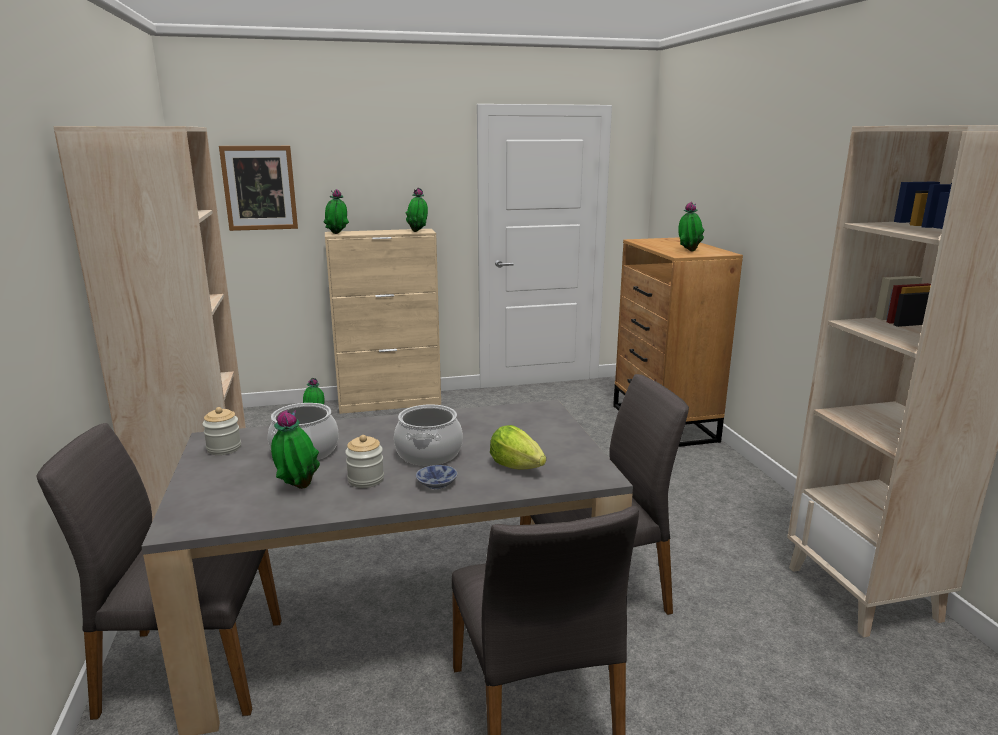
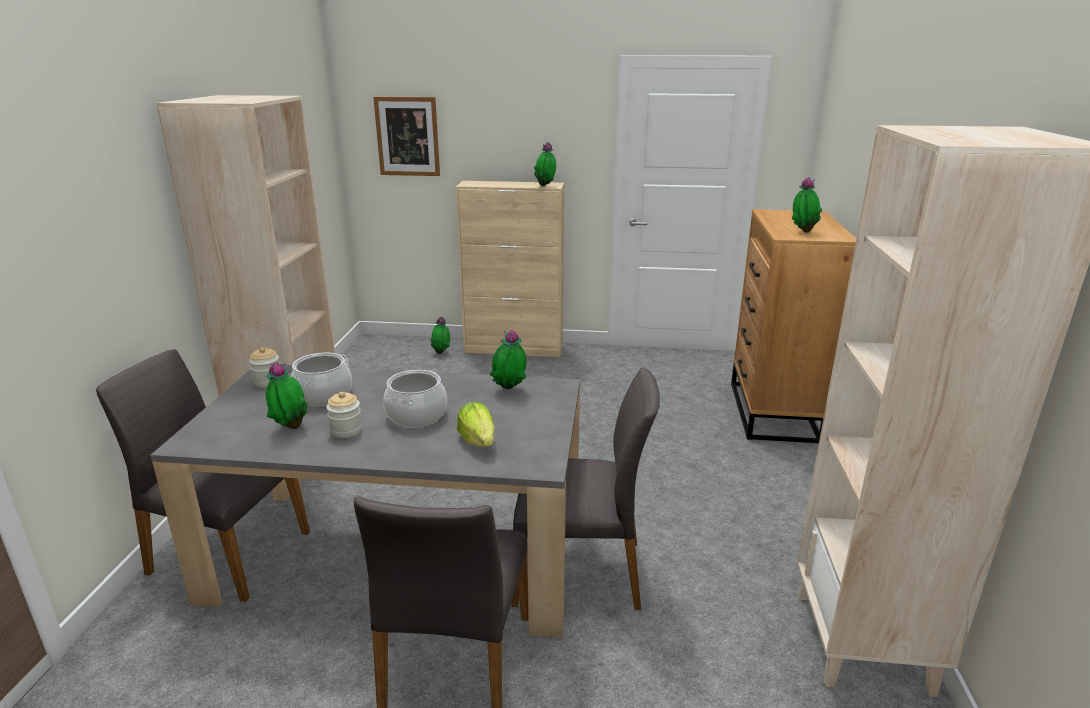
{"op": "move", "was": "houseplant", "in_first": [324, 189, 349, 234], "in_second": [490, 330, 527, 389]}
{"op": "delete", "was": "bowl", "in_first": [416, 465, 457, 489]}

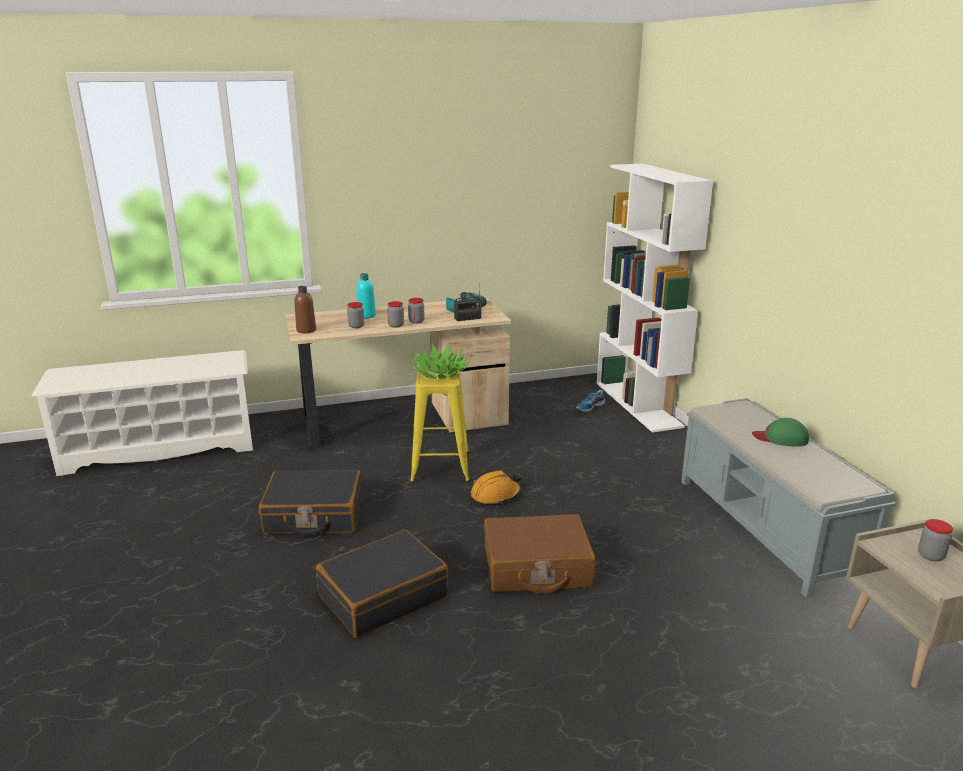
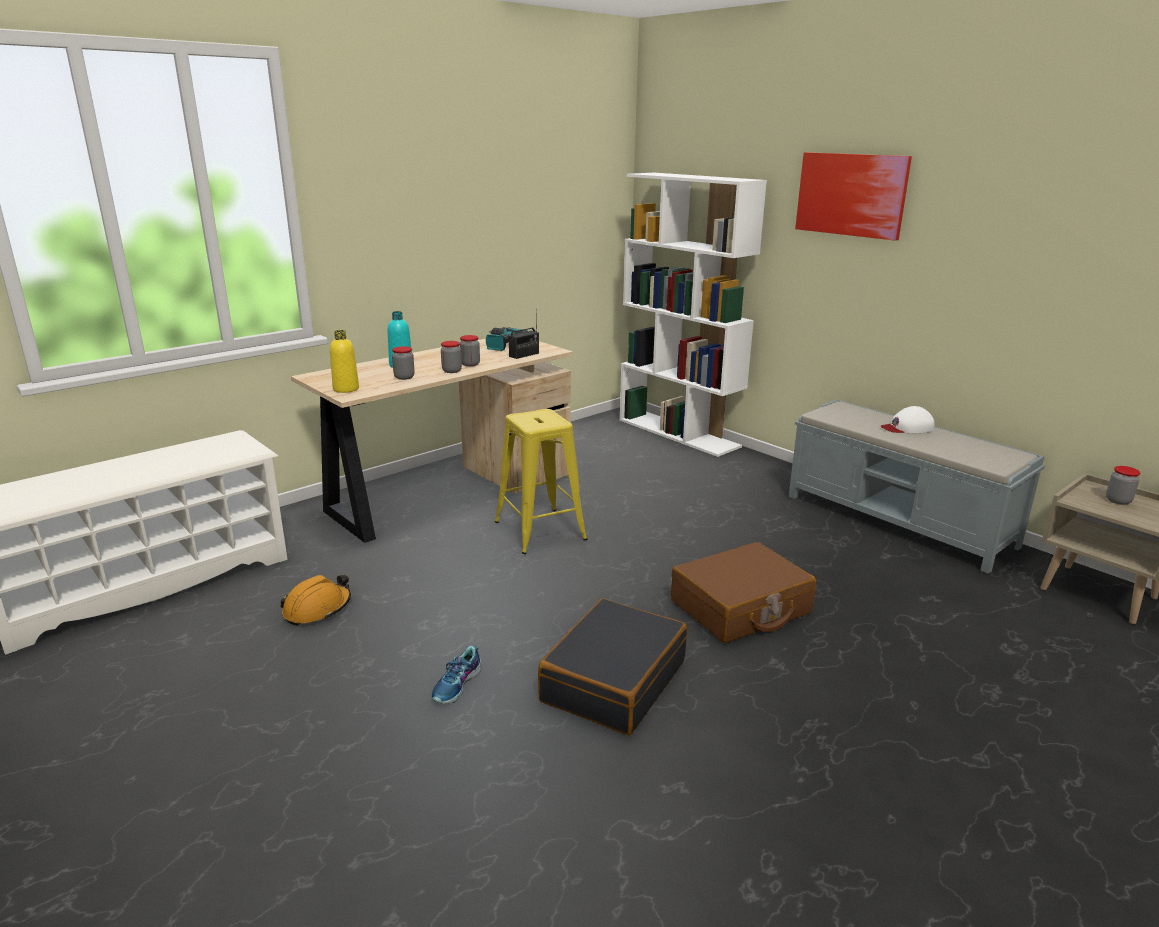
{"op": "move", "was": "orange hard hat", "in_first": [471, 470, 521, 504], "in_second": [281, 575, 351, 626]}
{"op": "recolor", "was": "brown-coloured drink bottle", "now": "yellow drink bottle", "in_first": [295, 286, 316, 333], "in_second": [330, 330, 359, 393]}
{"op": "move", "was": "item of footwear", "in_first": [576, 390, 605, 412], "in_second": [431, 646, 482, 704]}
{"op": "insert", "now": "picture", "in_second": [795, 152, 912, 241]}
{"op": "recolor", "was": "green-coloured cap", "now": "whitish cap", "in_first": [752, 418, 809, 446], "in_second": [881, 406, 935, 434]}
{"op": "delete", "was": "black-coloured piece of luggage", "in_first": [259, 470, 362, 536]}
{"op": "delete", "was": "houseplant", "in_first": [410, 344, 470, 379]}

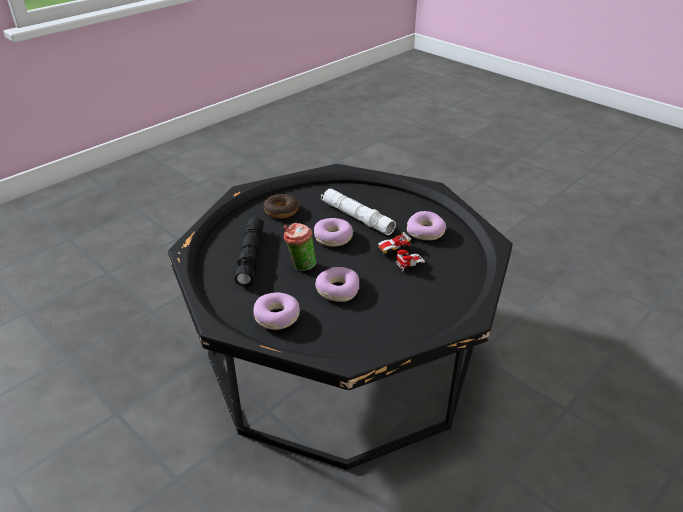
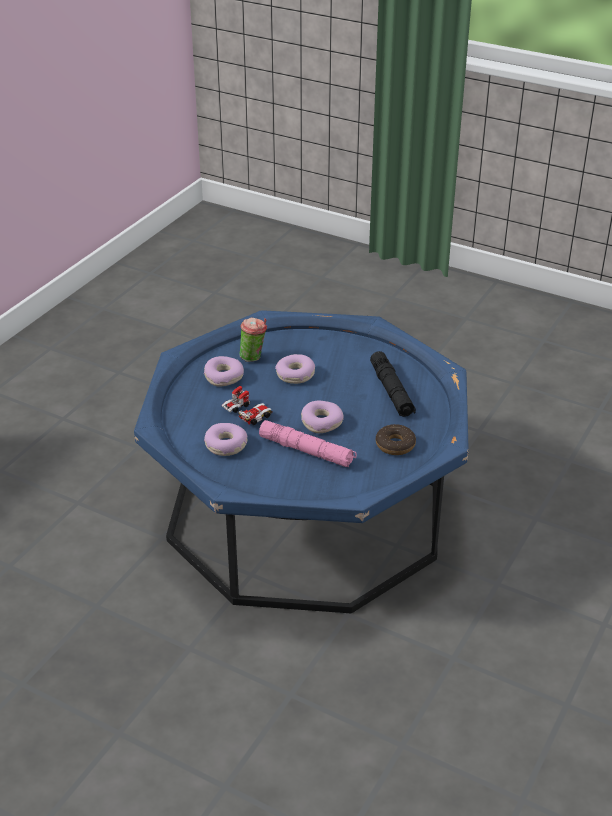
{"op": "recolor", "was": "black-coloured lounge table", "now": "bluish lounge table", "in_first": [168, 164, 512, 470], "in_second": [134, 310, 468, 613]}
{"op": "move", "was": "donut", "in_first": [253, 293, 300, 330], "in_second": [204, 356, 244, 387]}
{"op": "move", "was": "small cup", "in_first": [284, 223, 316, 271], "in_second": [239, 317, 267, 362]}
{"op": "recolor", "was": "whitish hand torch", "now": "pinkish hand torch", "in_first": [321, 189, 396, 235], "in_second": [259, 420, 357, 467]}

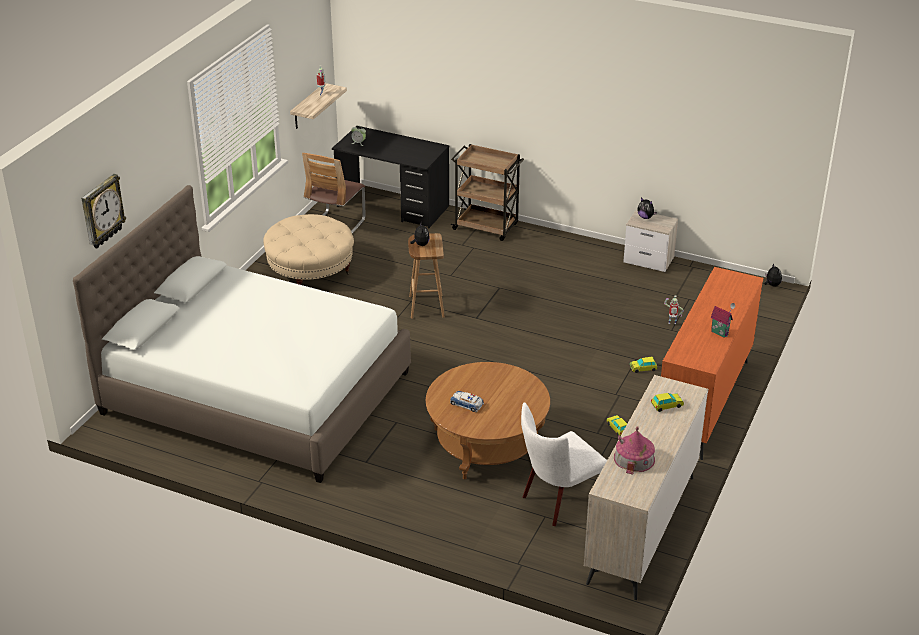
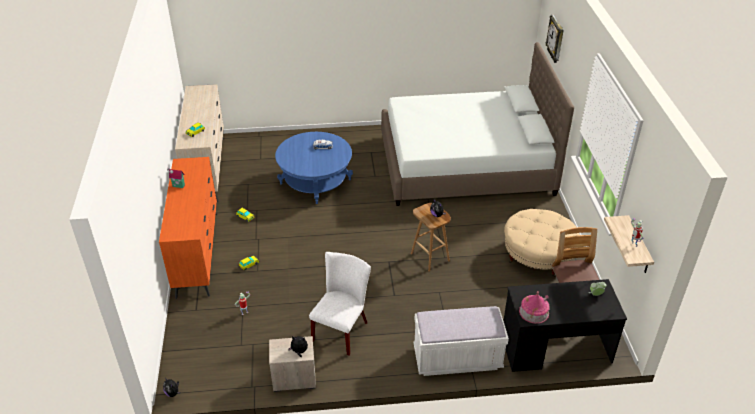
{"op": "recolor", "was": "brown-coloured lounge table", "now": "bluish lounge table", "in_first": [426, 362, 550, 479], "in_second": [275, 132, 353, 204]}
{"op": "move", "was": "whitish chair", "in_first": [521, 402, 607, 526], "in_second": [309, 252, 371, 355]}
{"op": "replace", "was": "brown-coloured wheeled cart", "now": "whitish indoor bench", "in_first": [451, 144, 524, 241], "in_second": [413, 306, 509, 376]}
{"op": "move", "was": "toy house", "in_first": [614, 426, 655, 475], "in_second": [519, 291, 549, 324]}

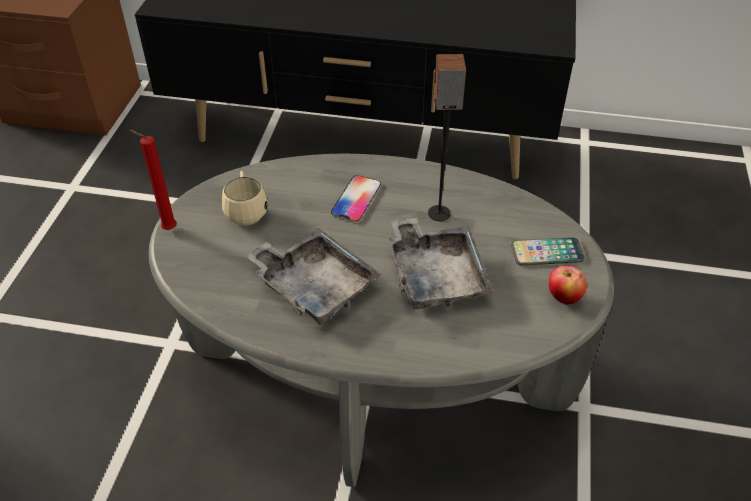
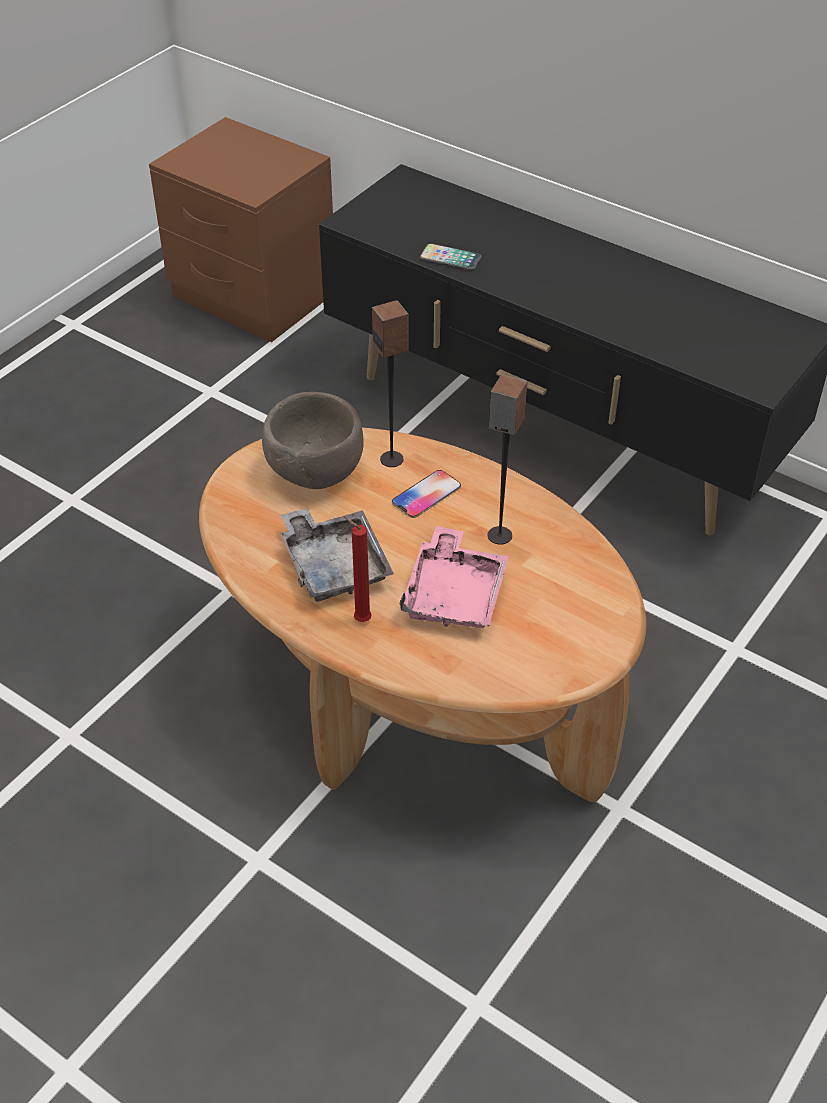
{"op": "recolor", "was": "gray lounge table", "now": "brown-coloured lounge table", "in_first": [149, 154, 614, 487], "in_second": [199, 427, 646, 802]}
{"op": "replace", "was": "sand-coloured coffee mug", "now": "brown-coloured bowl", "in_first": [222, 171, 268, 226], "in_second": [262, 392, 364, 489]}
{"op": "move", "was": "reddish wax candle", "in_first": [129, 130, 177, 230], "in_second": [344, 516, 372, 622]}
{"op": "insert", "now": "audio speaker", "in_second": [372, 300, 409, 467]}
{"op": "recolor", "was": "gray carrying tray", "now": "pinkish carrying tray", "in_first": [388, 217, 494, 309], "in_second": [399, 526, 509, 628]}
{"op": "move", "was": "phone", "in_first": [511, 237, 585, 266], "in_second": [420, 244, 481, 270]}
{"op": "delete", "was": "apple", "in_first": [549, 266, 587, 305]}

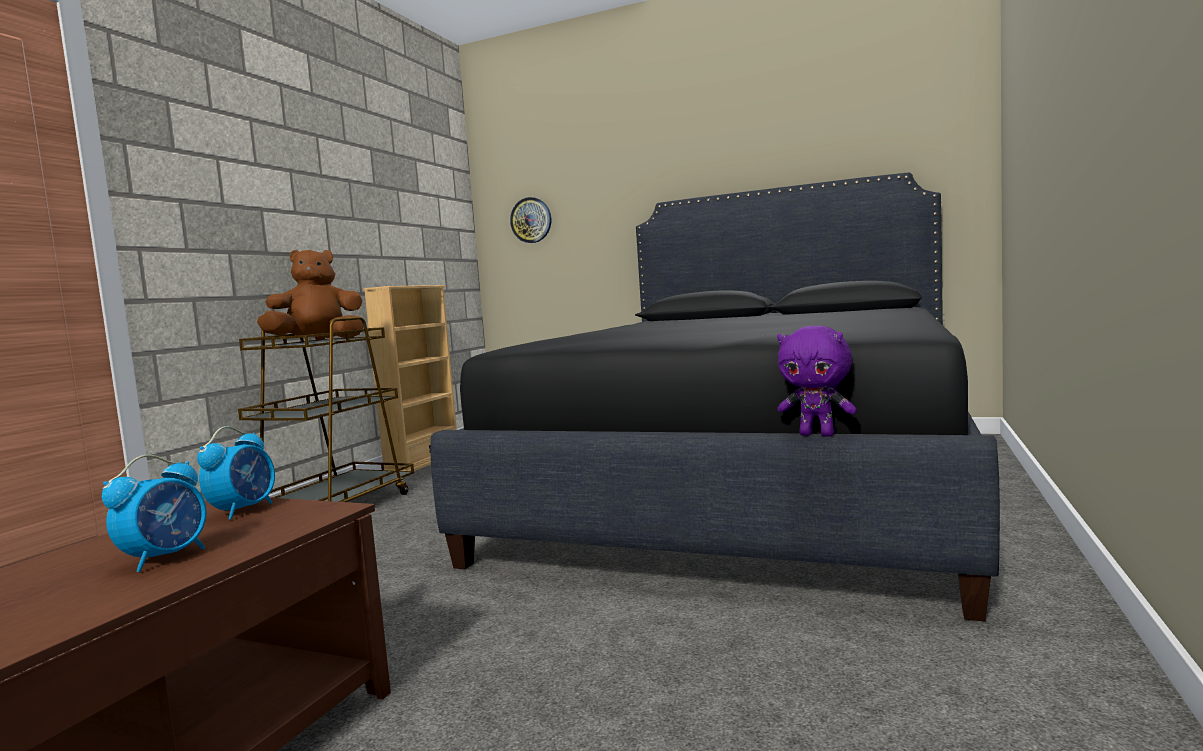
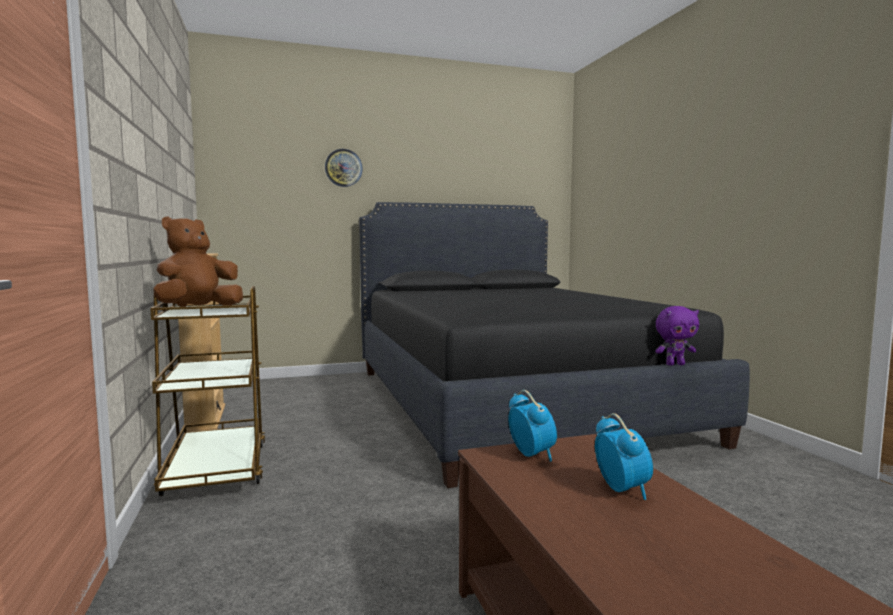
{"op": "move", "was": "wall clock", "in_first": [510, 197, 551, 243], "in_second": [325, 149, 363, 187]}

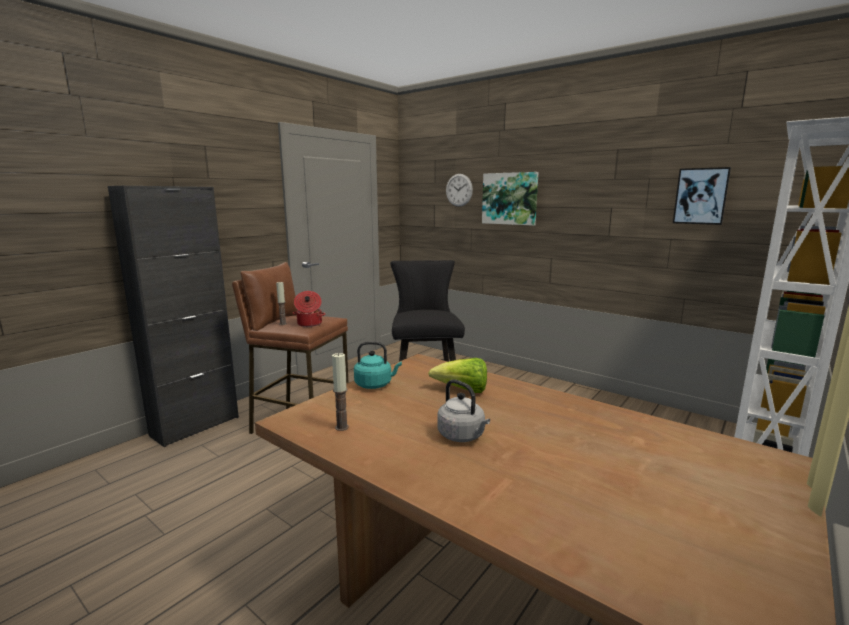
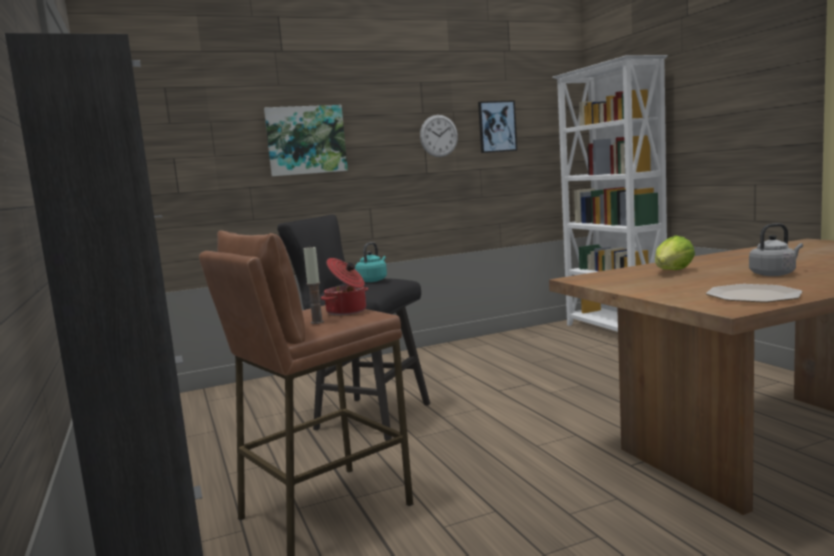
{"op": "move", "was": "blue-green kettle", "in_first": [354, 341, 402, 389], "in_second": [355, 242, 387, 282]}
{"op": "move", "was": "wall clock", "in_first": [446, 174, 473, 207], "in_second": [420, 115, 458, 157]}
{"op": "replace", "was": "wax candle", "now": "plate", "in_first": [332, 352, 349, 431], "in_second": [706, 284, 803, 302]}

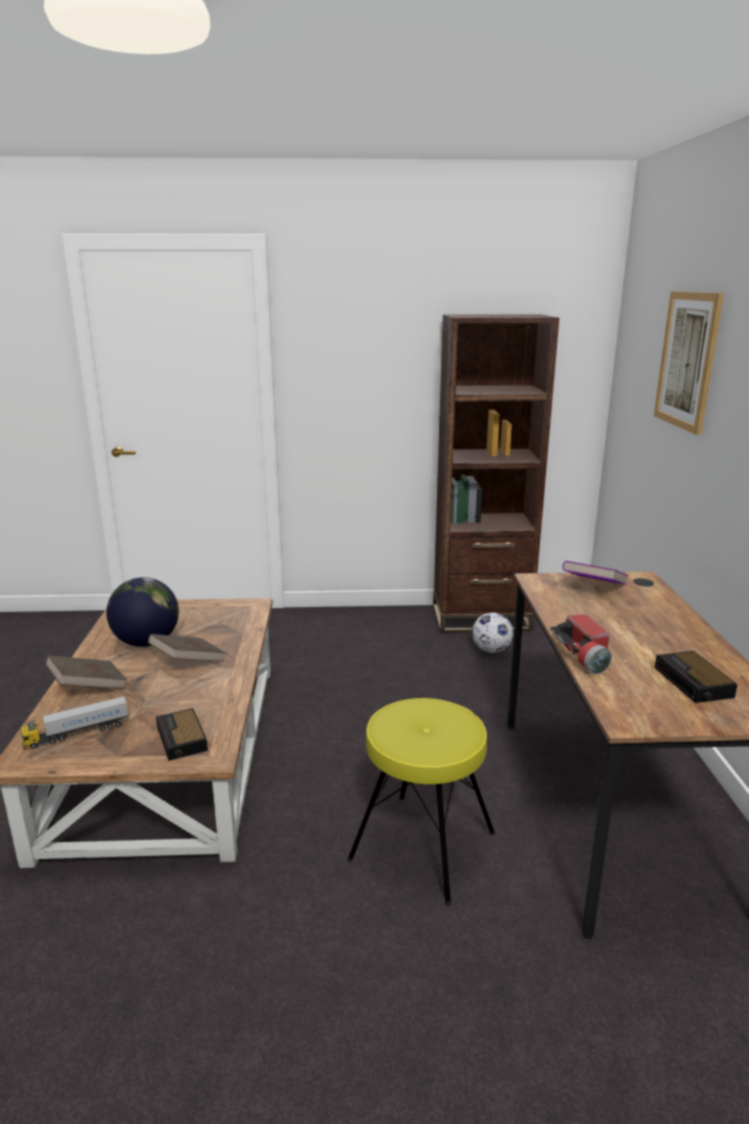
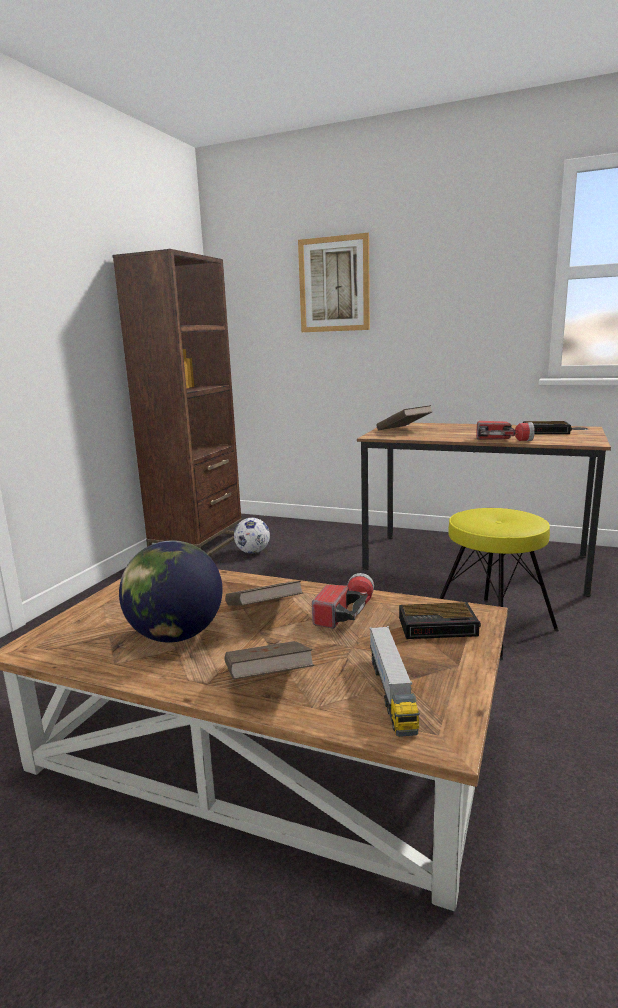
{"op": "insert", "now": "hand torch", "in_second": [312, 573, 374, 629]}
{"op": "recolor", "was": "purple book", "now": "brown-coloured book", "in_first": [562, 561, 629, 585], "in_second": [377, 405, 432, 430]}

